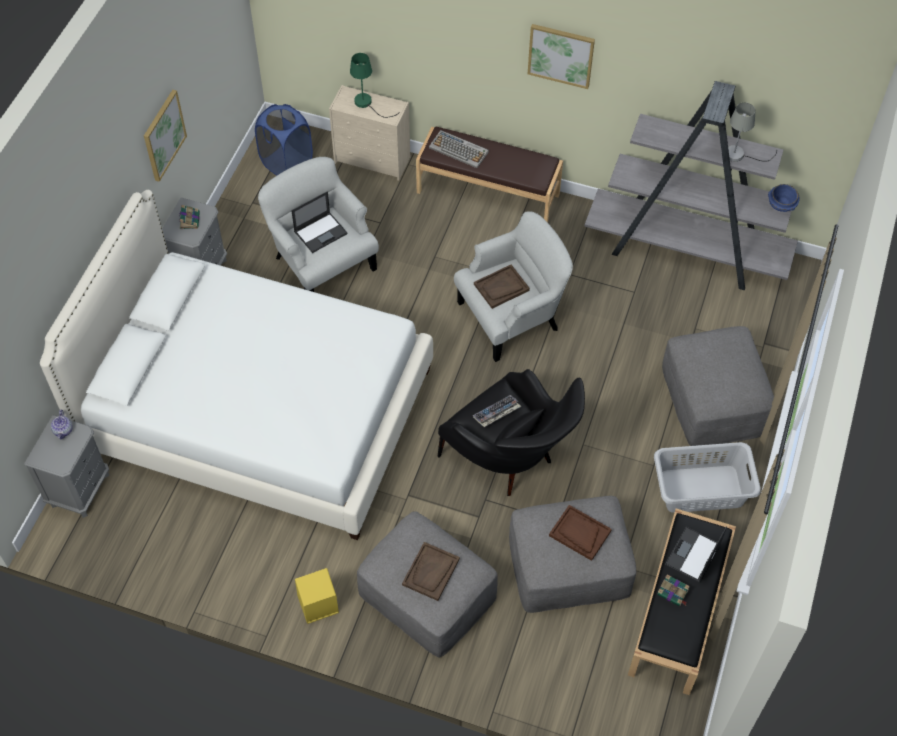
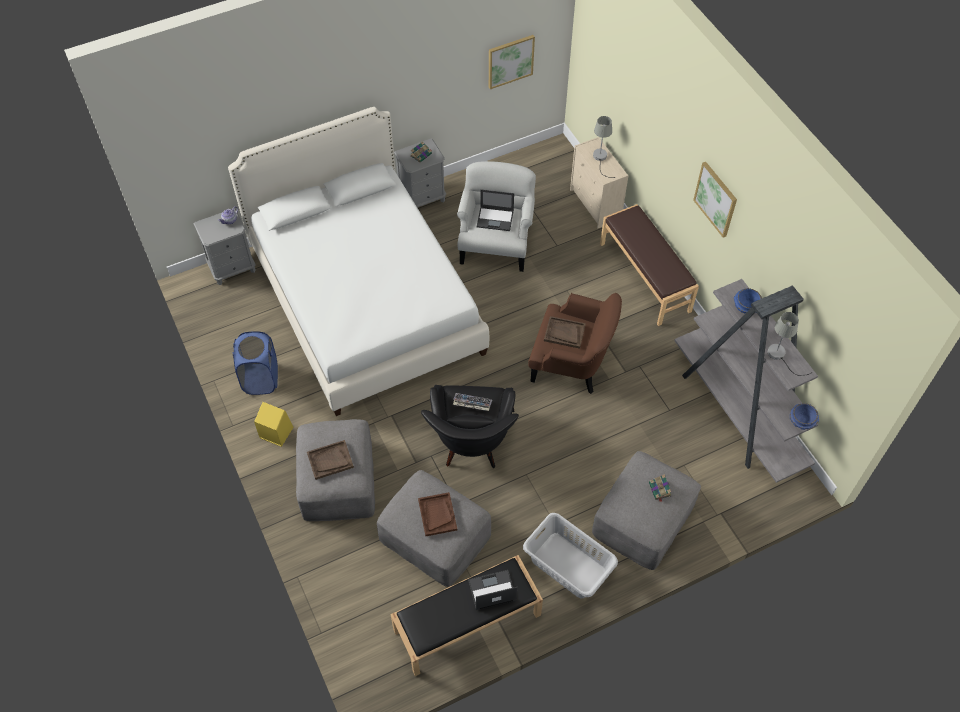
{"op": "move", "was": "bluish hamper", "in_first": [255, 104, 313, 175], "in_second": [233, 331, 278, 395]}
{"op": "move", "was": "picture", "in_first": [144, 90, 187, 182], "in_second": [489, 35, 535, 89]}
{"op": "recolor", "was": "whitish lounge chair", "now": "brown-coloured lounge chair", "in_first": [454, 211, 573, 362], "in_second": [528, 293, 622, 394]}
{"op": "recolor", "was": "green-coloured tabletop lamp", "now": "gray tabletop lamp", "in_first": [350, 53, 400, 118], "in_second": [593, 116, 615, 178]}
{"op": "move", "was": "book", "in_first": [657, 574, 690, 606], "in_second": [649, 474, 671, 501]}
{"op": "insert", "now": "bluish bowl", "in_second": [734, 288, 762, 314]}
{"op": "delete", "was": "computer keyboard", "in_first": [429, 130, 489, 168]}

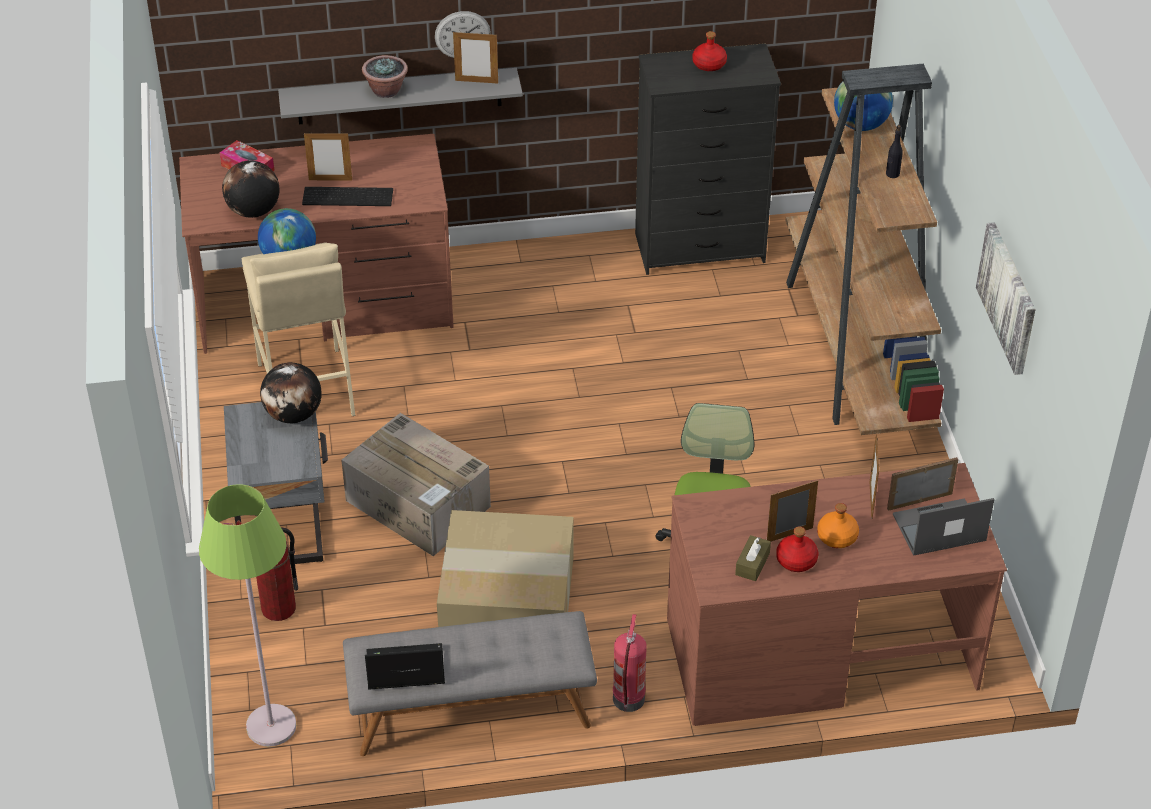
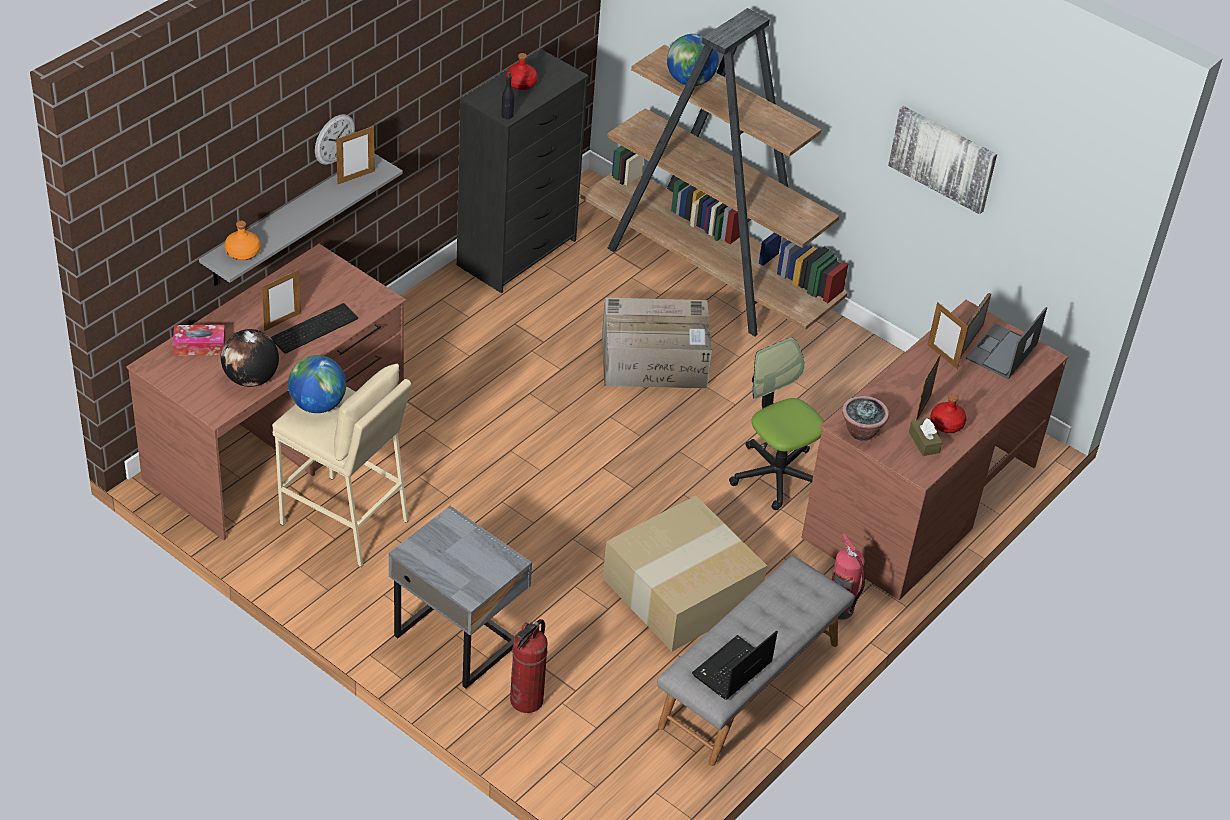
{"op": "move", "was": "orange drink bottle", "in_first": [817, 503, 859, 548], "in_second": [225, 221, 260, 261]}
{"op": "move", "was": "black-coloured drink bottle", "in_first": [886, 125, 903, 178], "in_second": [501, 72, 514, 119]}
{"op": "move", "was": "packing box", "in_first": [341, 413, 491, 556], "in_second": [602, 297, 712, 389]}
{"op": "move", "was": "houseplant", "in_first": [362, 55, 408, 98], "in_second": [842, 396, 889, 441]}
{"op": "delete", "was": "green-coloured floor lamp", "in_first": [199, 484, 296, 747]}
{"op": "delete", "was": "desk globe", "in_first": [260, 362, 322, 423]}

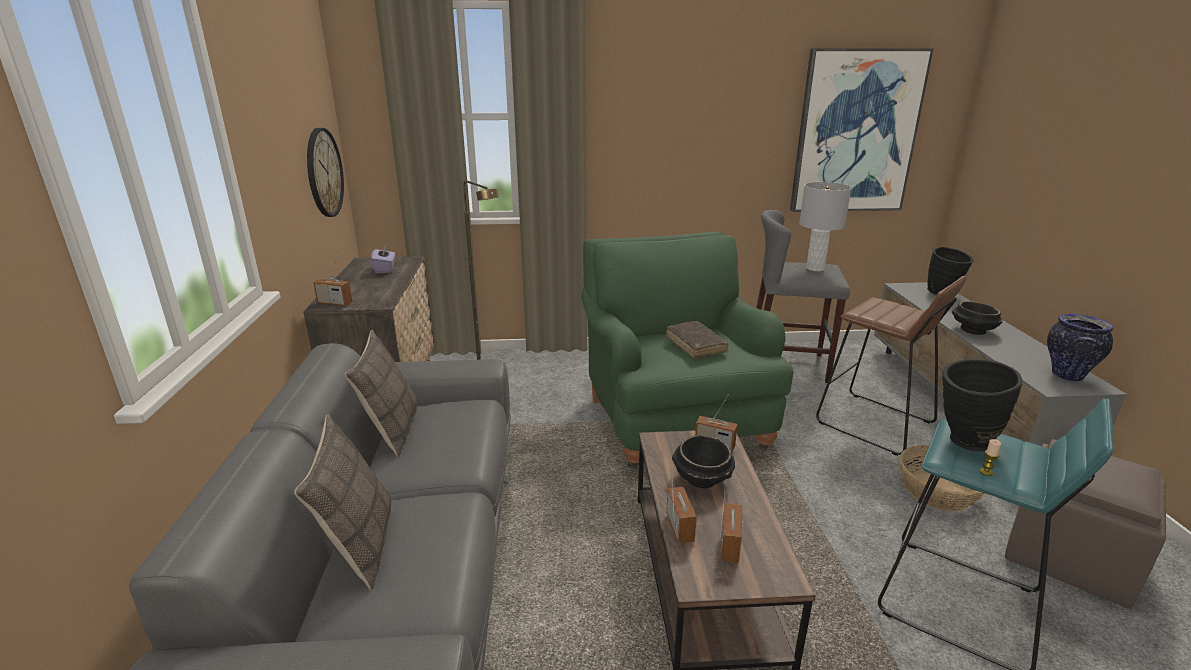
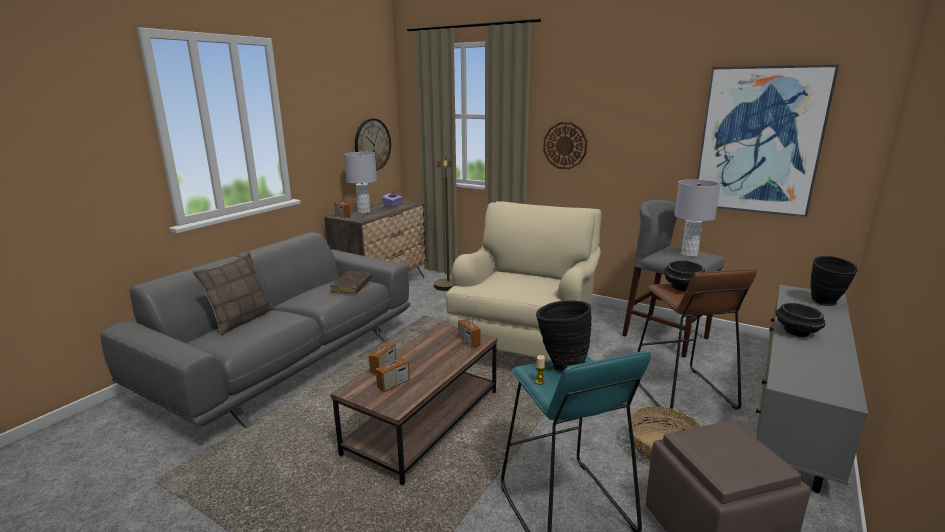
{"op": "move", "was": "brown-coloured book", "in_first": [666, 321, 728, 359], "in_second": [330, 271, 372, 294]}
{"op": "insert", "now": "gray tabletop lamp", "in_second": [344, 152, 377, 213]}
{"op": "recolor", "was": "green-coloured lounge chair", "now": "sand-coloured lounge chair", "in_first": [581, 231, 794, 469], "in_second": [446, 201, 602, 361]}
{"op": "insert", "now": "wall clock", "in_second": [543, 122, 587, 170]}
{"op": "move", "was": "black-coloured bowl", "in_first": [672, 435, 735, 488], "in_second": [664, 260, 705, 291]}
{"op": "delete", "was": "throw pillow", "in_first": [345, 330, 418, 457]}
{"op": "delete", "was": "vase", "in_first": [1047, 314, 1113, 382]}

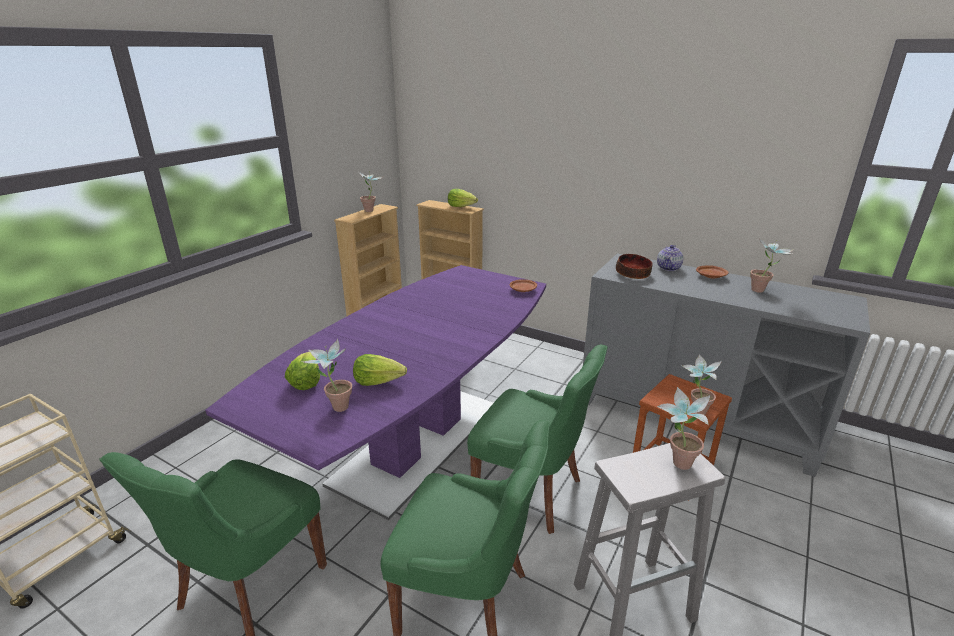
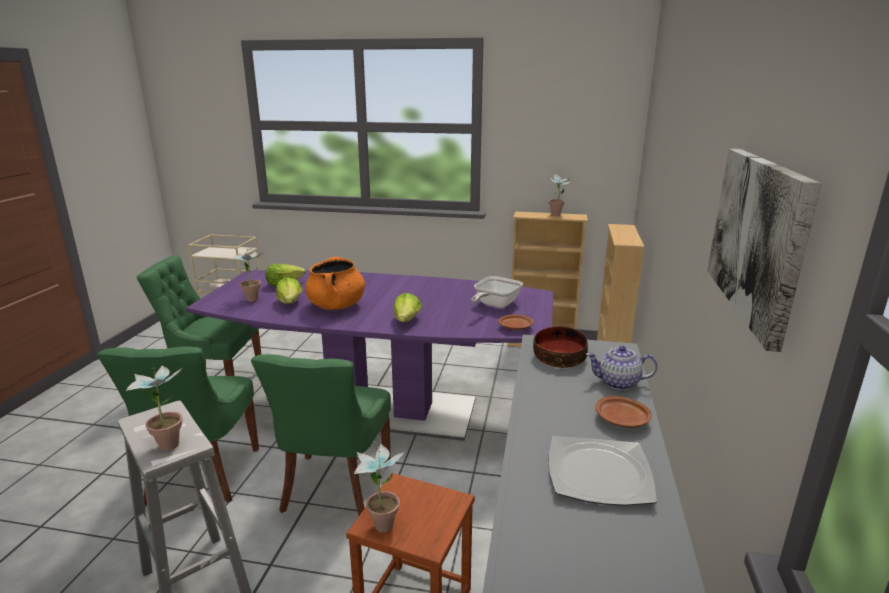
{"op": "insert", "now": "orange saucepot", "in_second": [305, 257, 365, 310]}
{"op": "move", "was": "lettuce", "in_first": [448, 189, 478, 207], "in_second": [394, 293, 422, 322]}
{"op": "insert", "now": "skillet", "in_second": [471, 276, 523, 308]}
{"op": "replace", "was": "houseplant", "now": "plate", "in_first": [750, 239, 794, 293], "in_second": [549, 436, 657, 506]}
{"op": "insert", "now": "picture", "in_second": [707, 149, 822, 352]}

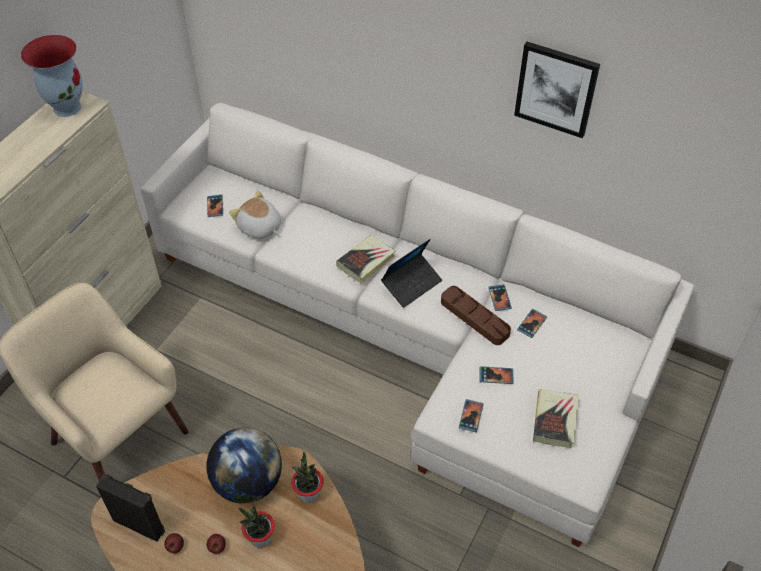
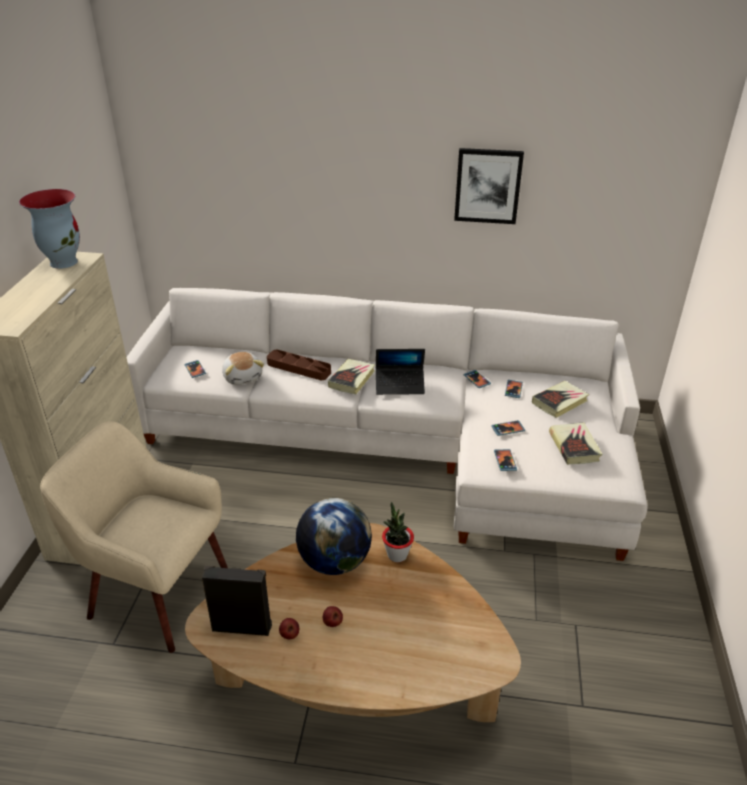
{"op": "rotate", "was": "cuddly toy", "in_first": [229, 191, 281, 239], "in_second": [222, 352, 264, 385], "clockwise": -135}
{"op": "move", "was": "brown-coloured carrying tray", "in_first": [441, 286, 511, 345], "in_second": [267, 350, 331, 380]}
{"op": "rotate", "was": "notebook computer", "in_first": [381, 239, 442, 308], "in_second": [376, 349, 425, 395], "clockwise": 60}
{"op": "insert", "now": "book", "in_second": [532, 381, 589, 418]}
{"op": "delete", "was": "houseplant", "in_first": [239, 505, 275, 548]}

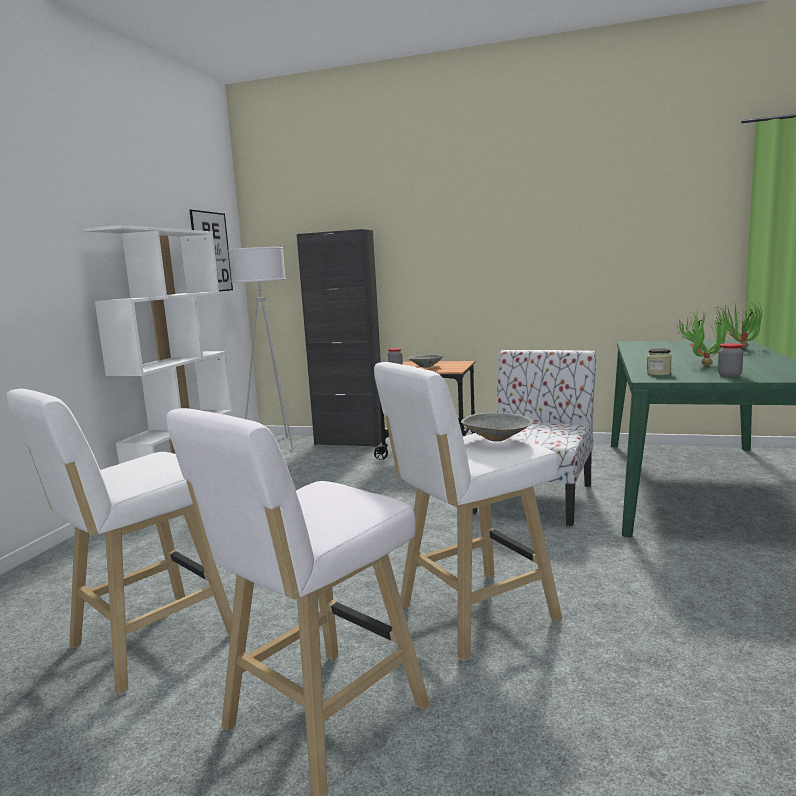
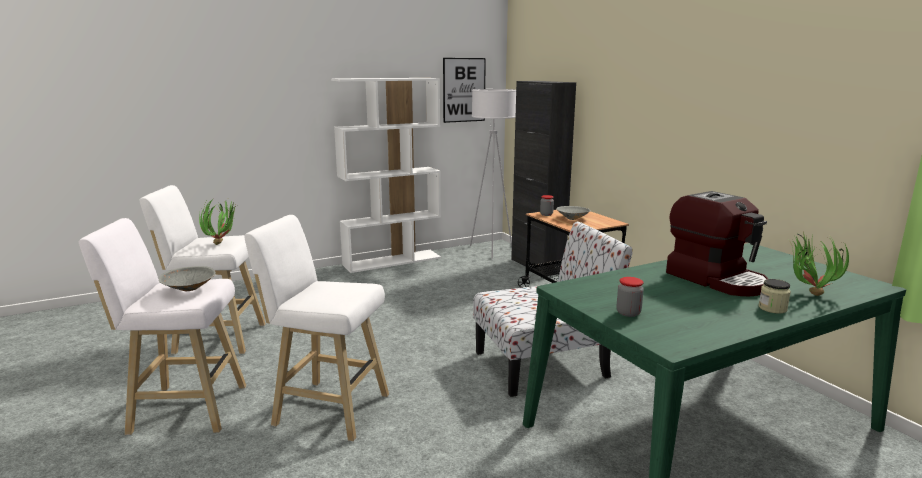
{"op": "move", "was": "gray bowl", "in_first": [461, 413, 533, 442], "in_second": [159, 266, 216, 291]}
{"op": "move", "was": "houseplant", "in_first": [677, 311, 729, 366], "in_second": [199, 198, 236, 245]}
{"op": "insert", "now": "coffee maker", "in_second": [666, 191, 768, 296]}
{"op": "move", "was": "jar", "in_first": [647, 348, 672, 376], "in_second": [758, 279, 791, 314]}

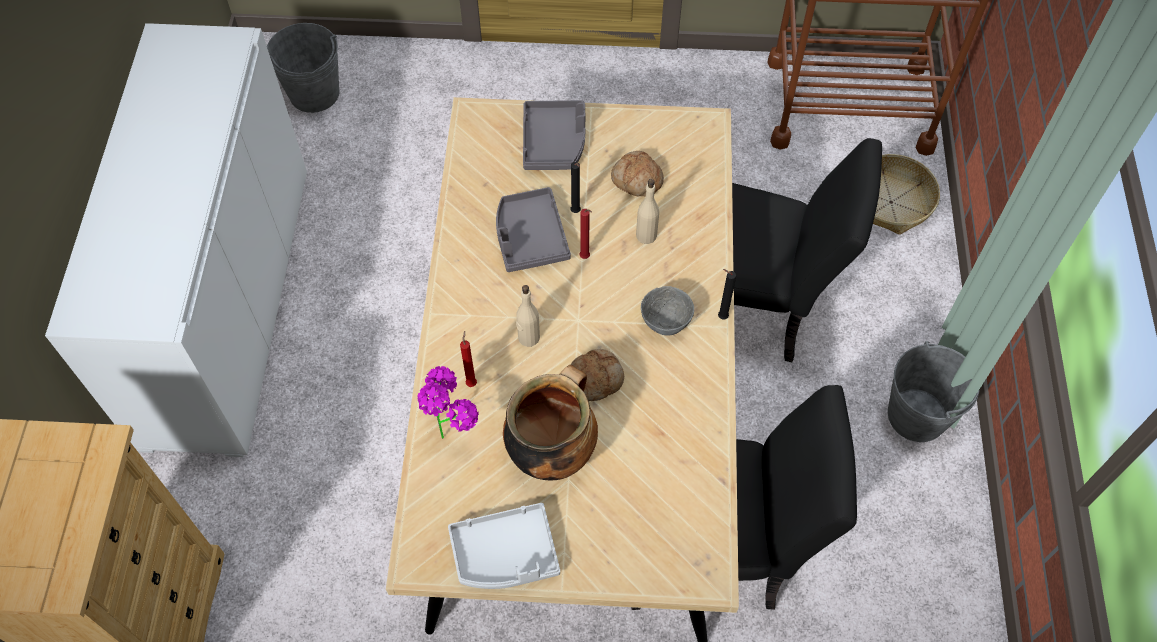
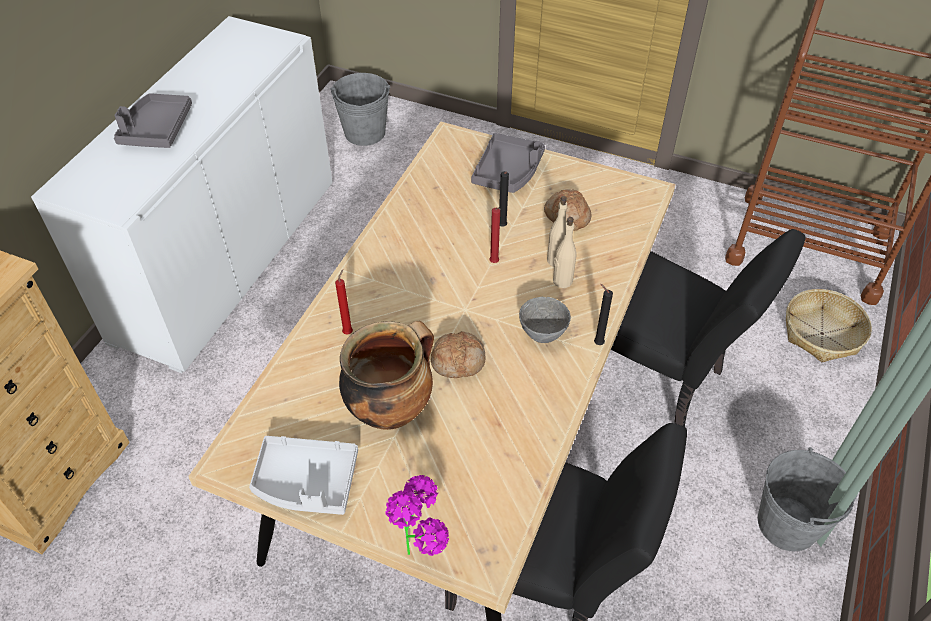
{"op": "move", "was": "gray carrying tray", "in_first": [496, 187, 571, 272], "in_second": [114, 93, 192, 148]}
{"op": "move", "was": "houseplant", "in_first": [417, 366, 479, 439], "in_second": [385, 475, 449, 556]}
{"op": "move", "was": "sand-coloured drink bottle", "in_first": [516, 285, 540, 347], "in_second": [553, 217, 577, 288]}

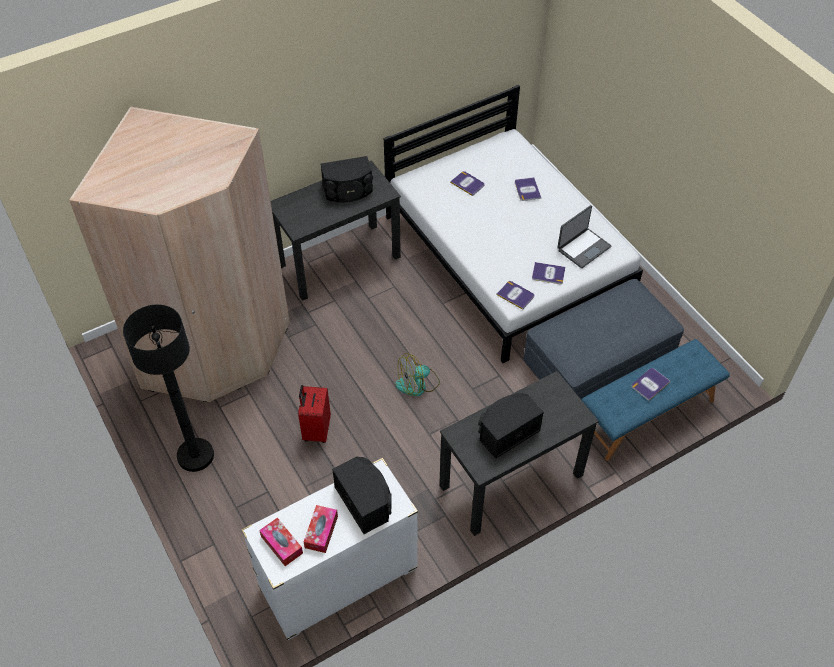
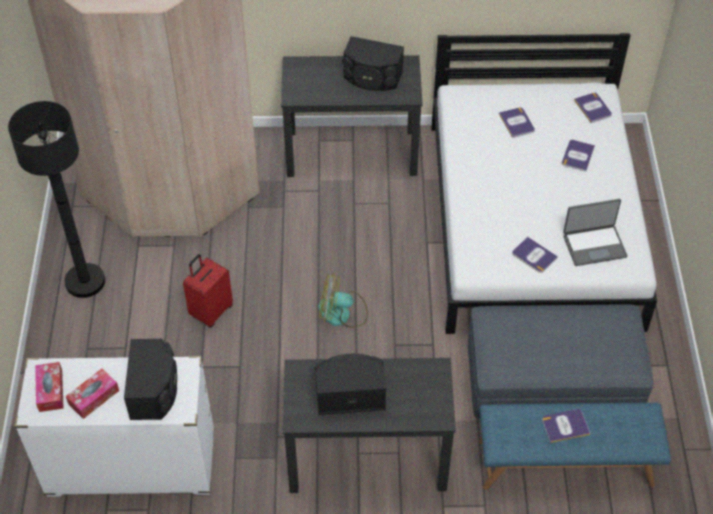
{"op": "move", "was": "book", "in_first": [497, 281, 534, 310], "in_second": [574, 93, 612, 123]}

